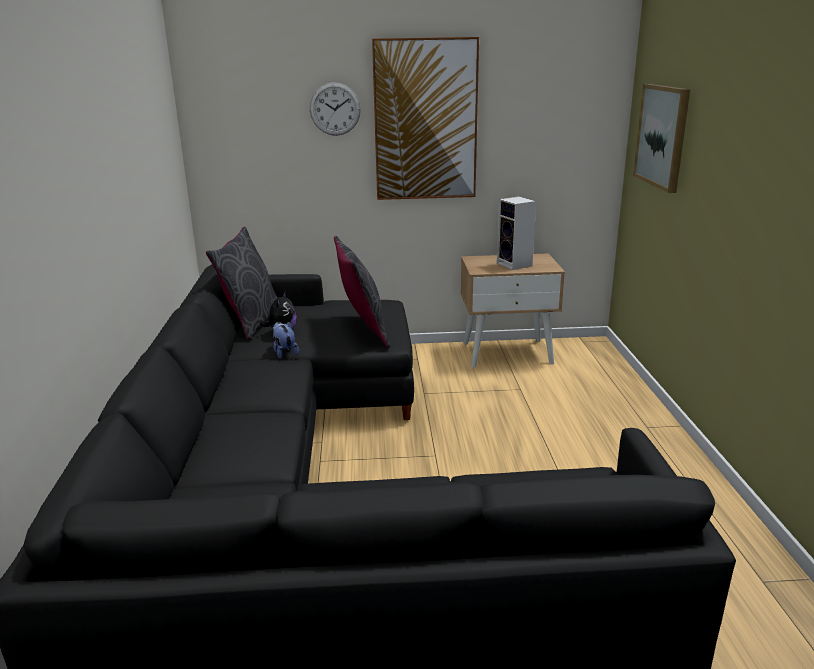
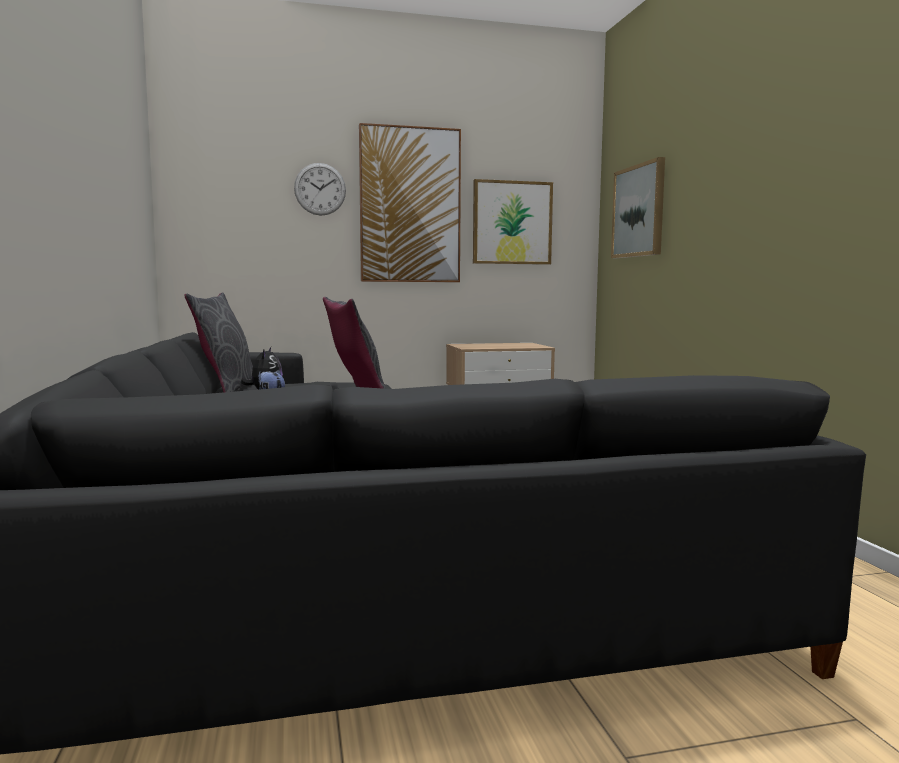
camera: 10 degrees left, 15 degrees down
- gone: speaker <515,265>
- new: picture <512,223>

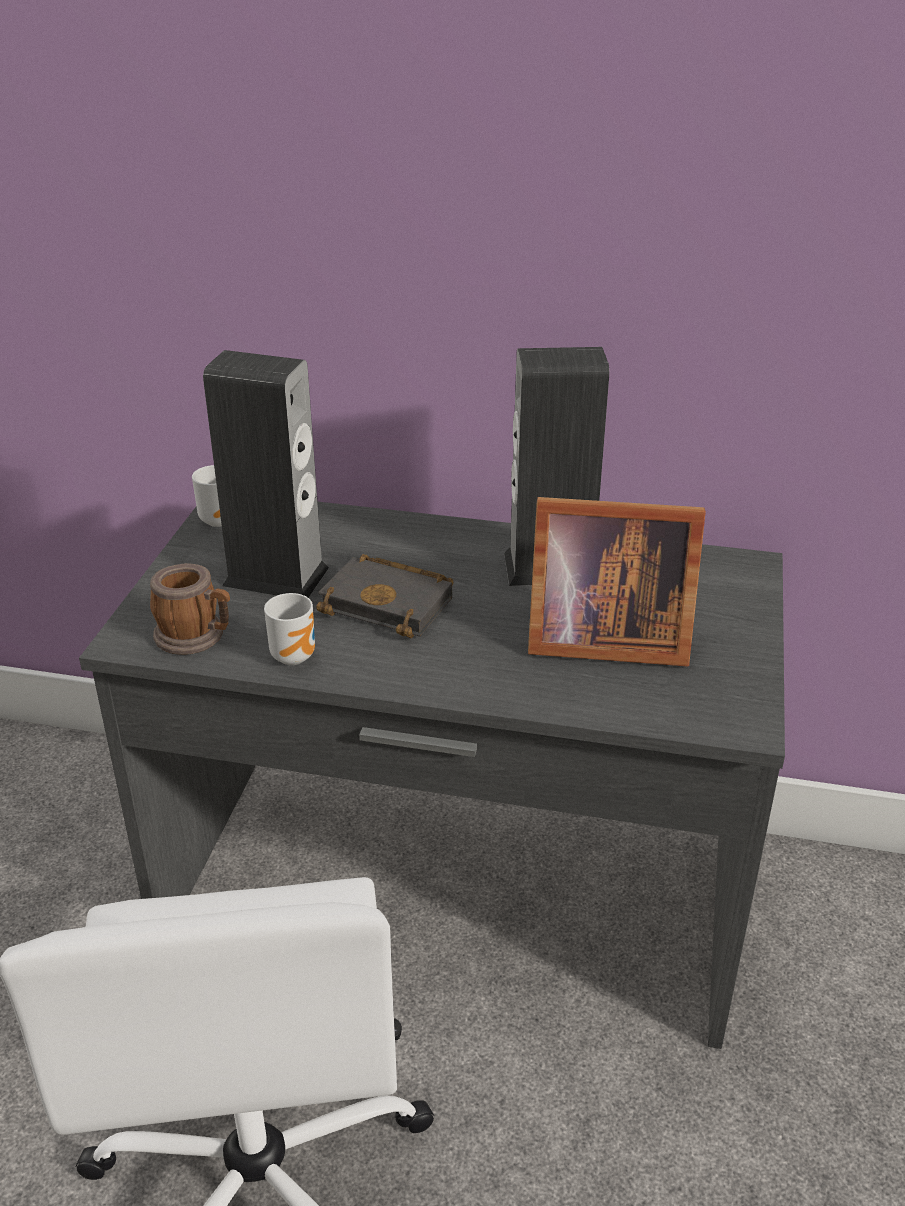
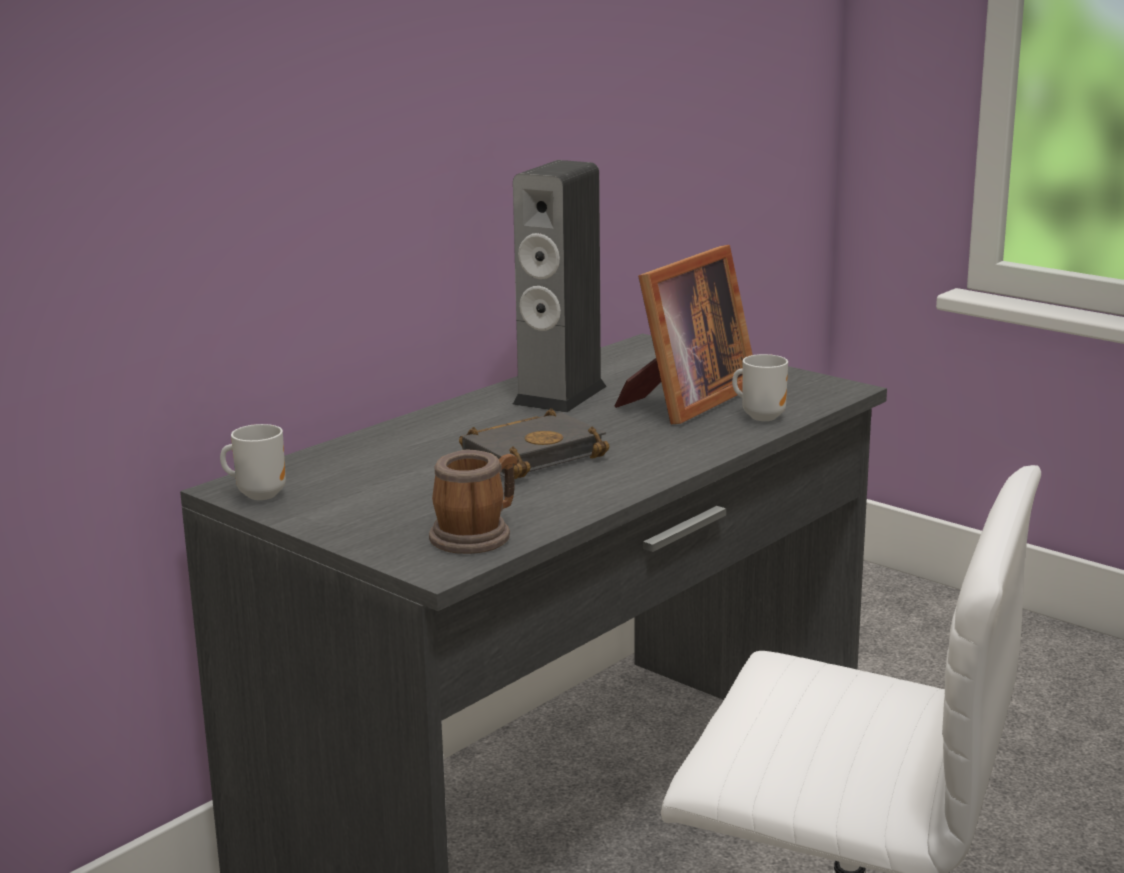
camera: 60 degrees left, 15 degrees down
- gone: speaker <276,576>
- shifted: mug <296,655> to <761,416>

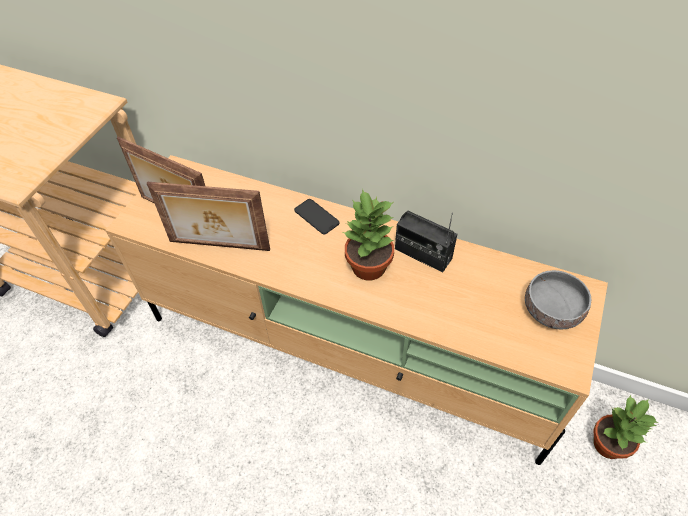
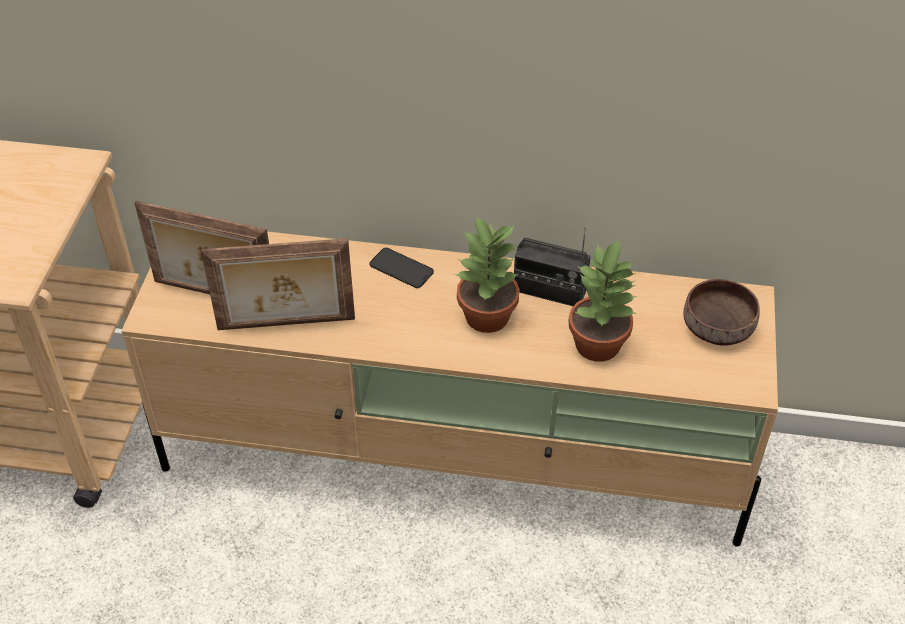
camera: 15 degrees left, 5 degrees down
- shifted: potted plant <609,444> to <599,344>
- repainted: grey bowl <551,308> to brown bowl <717,325>

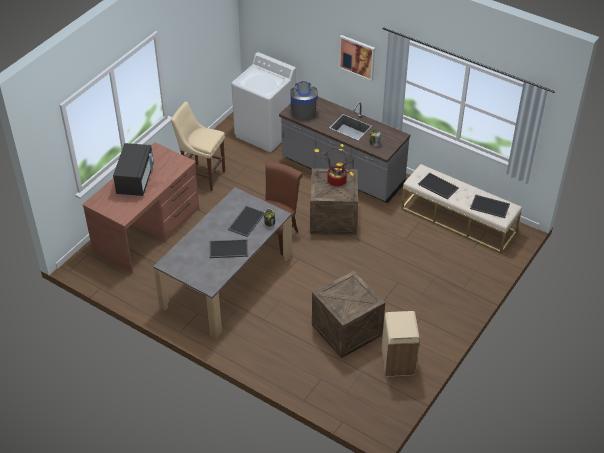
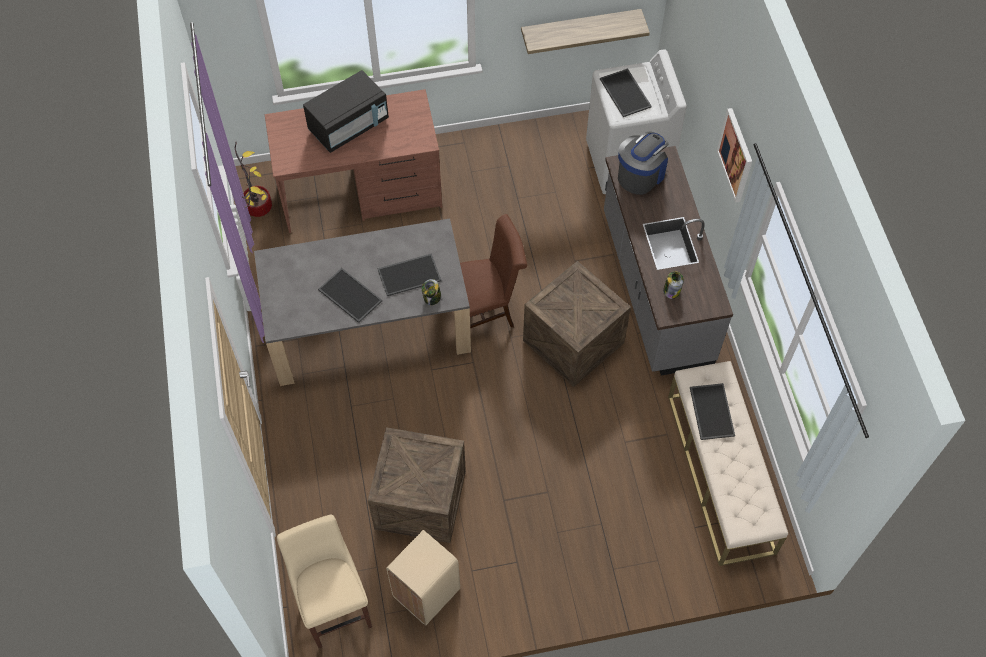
camera: 45 degrees right, 15 degrees up
- new: shelf <580,27>
- shifted: beige stool <202,176> to <335,606>
- shifted: potted plant <335,181> to <256,205>
- shifted: tray <490,206> to <626,93>

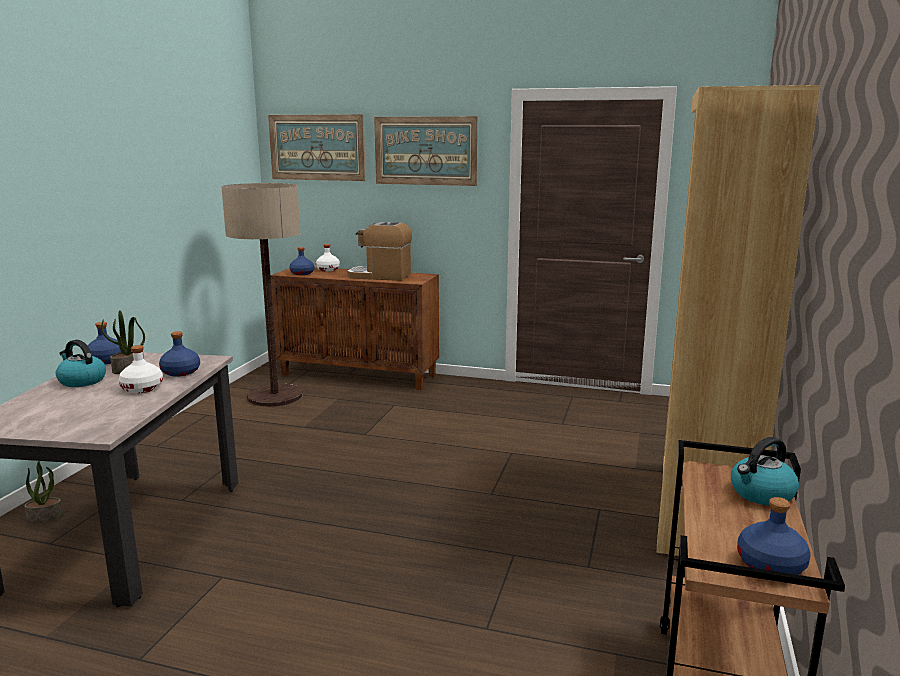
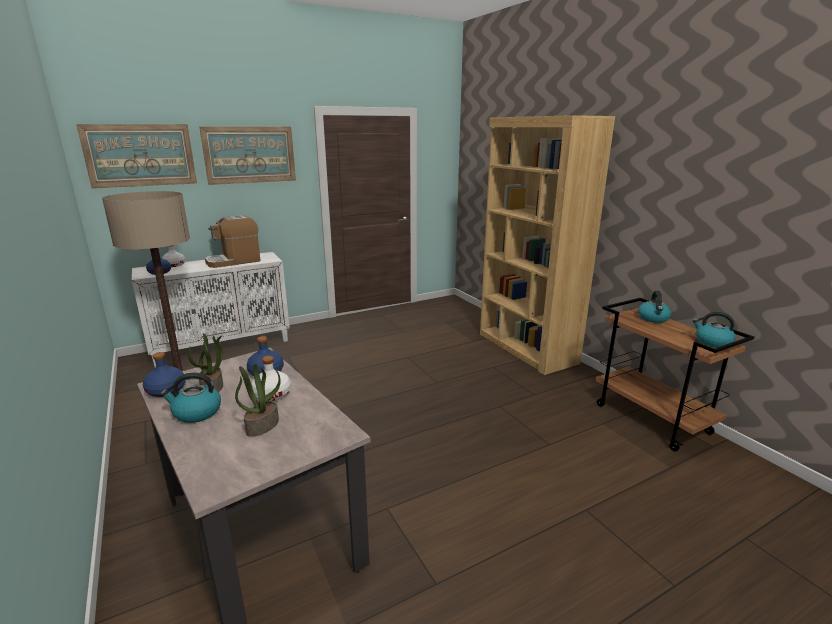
camera: 45 degrees left, 5 degrees up
- shifted: potted plant <45,516> to <262,425>
- swapped: blue bottle <770,565> to kettle <712,342>
- repainted: brown cabinet <359,375> to white cabinet <223,346>

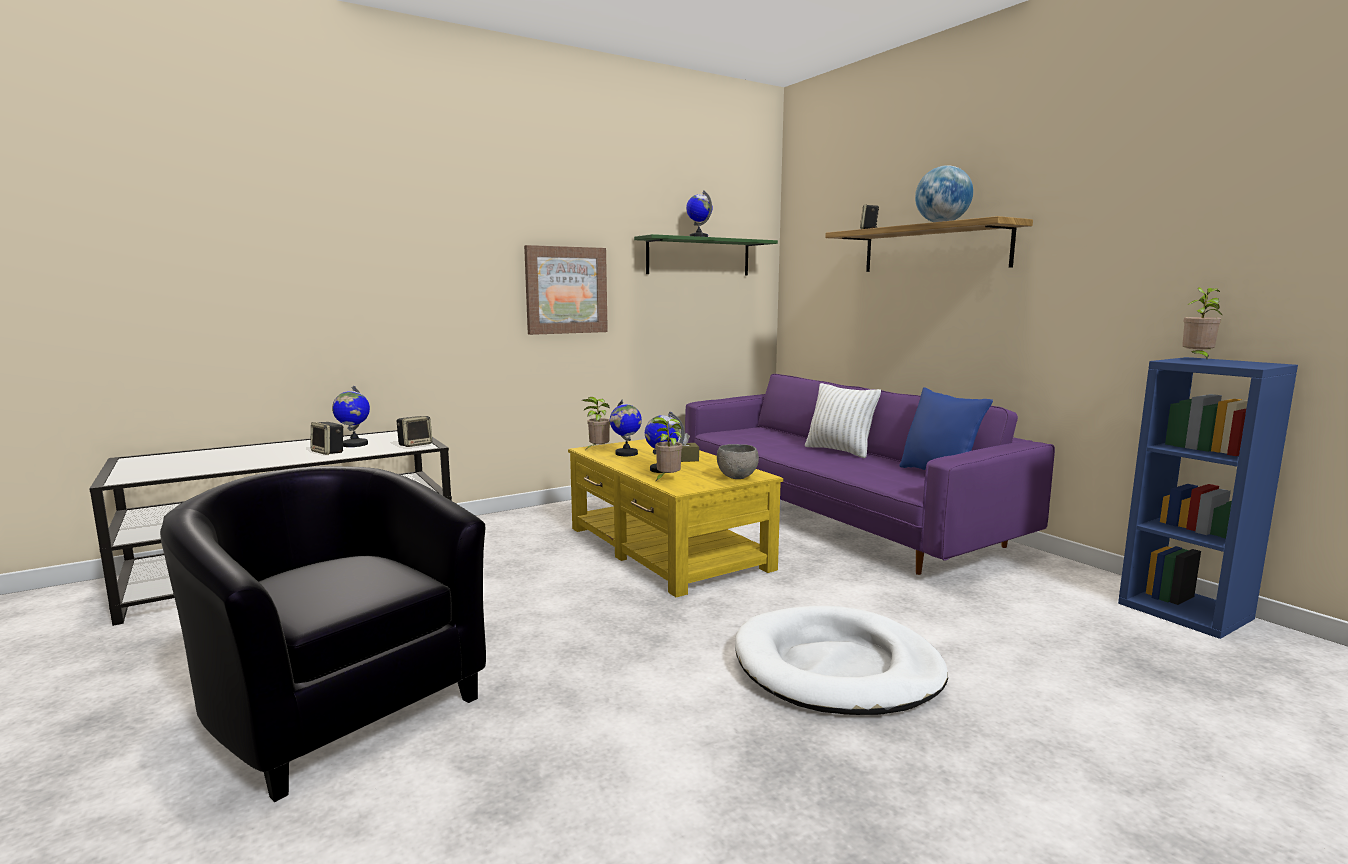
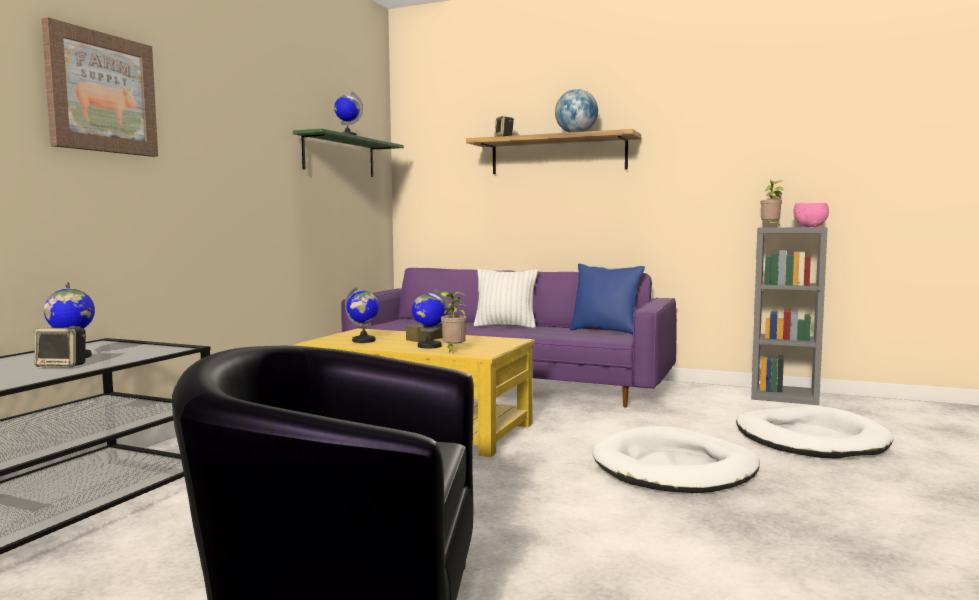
camera: 35 degrees left, 5 degrees down
- gone: speaker <415,445>
- gone: potted plant <597,450>
- gone: grey bowl <737,477>
- new: white dog bed <810,439>
- new: pink bowl <810,227>
- shifted: picture <566,290> to <101,93>
- repainted: blue bookcase <1186,611> to grey bookcase <785,396>

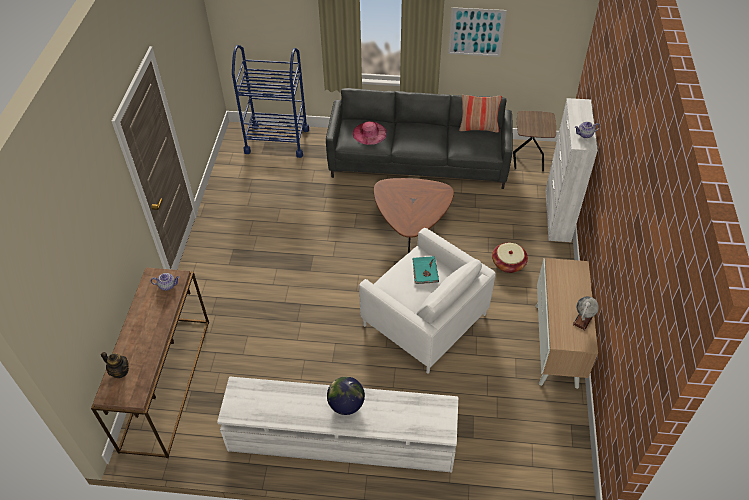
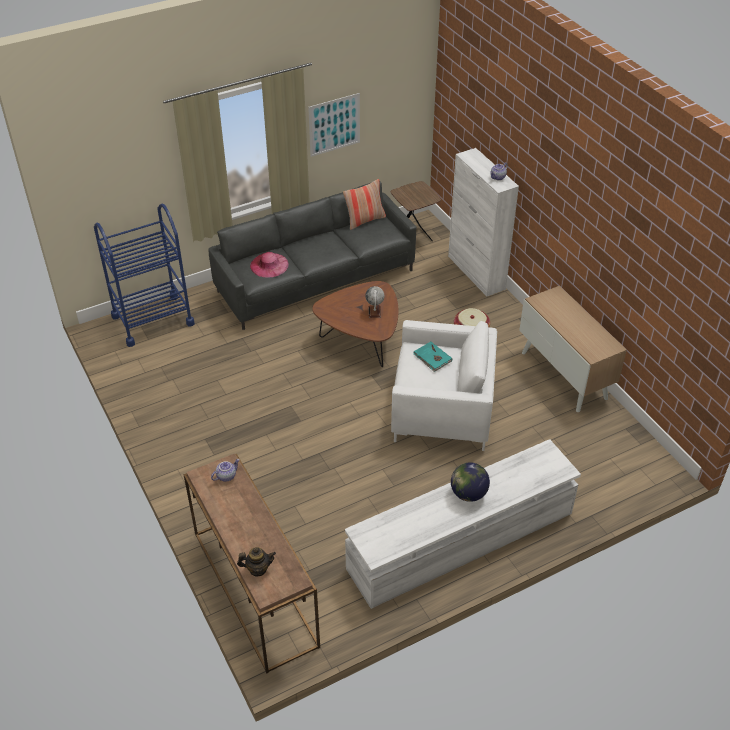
camera: 35 degrees left, 5 degrees down
- shifted: globe <582,321> to <374,312>

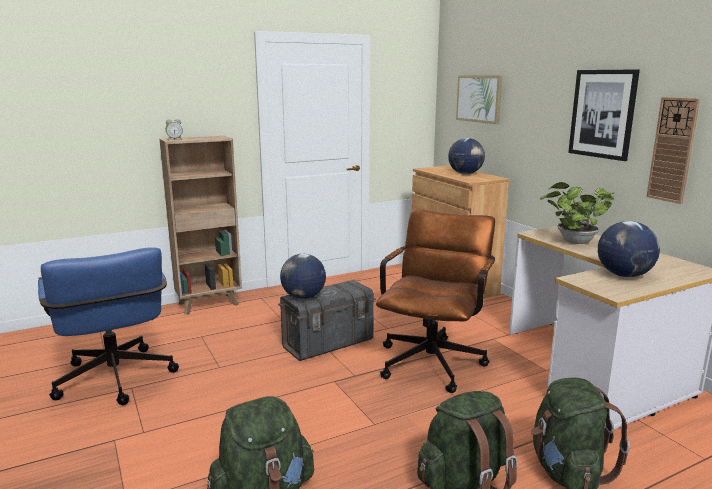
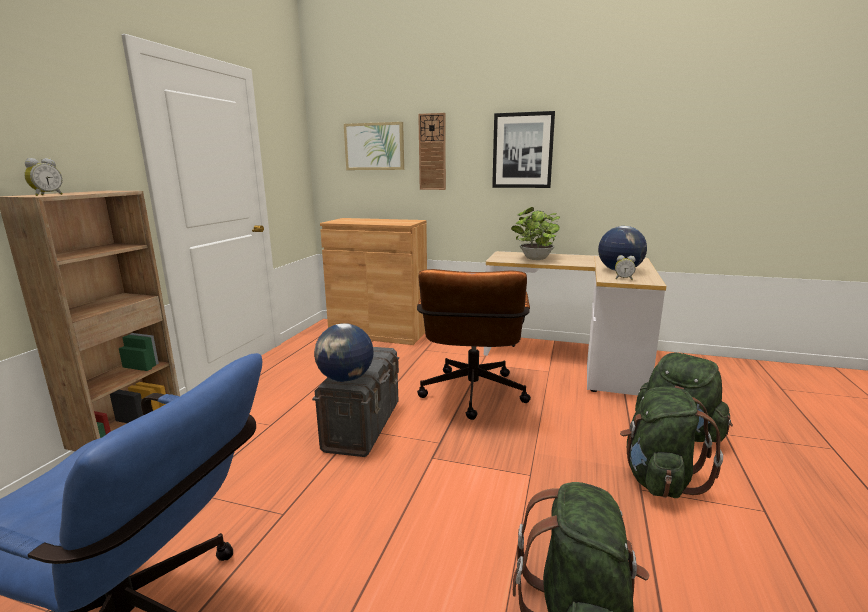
camera: 45 degrees left, 0 degrees up
- gone: globe <465,174>
- new: alarm clock <623,279>
- shifted: wall clock <672,150> to <432,152>
- rotated: brown office chair <433,359> = <472,397> 150 degrees counterclockwise

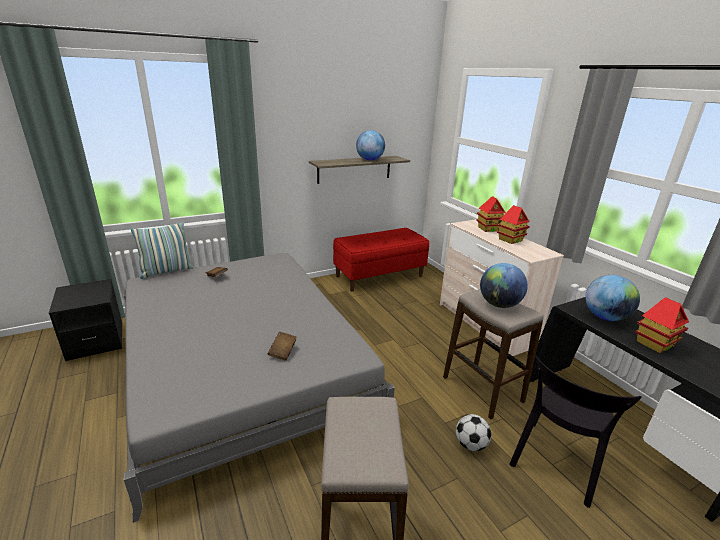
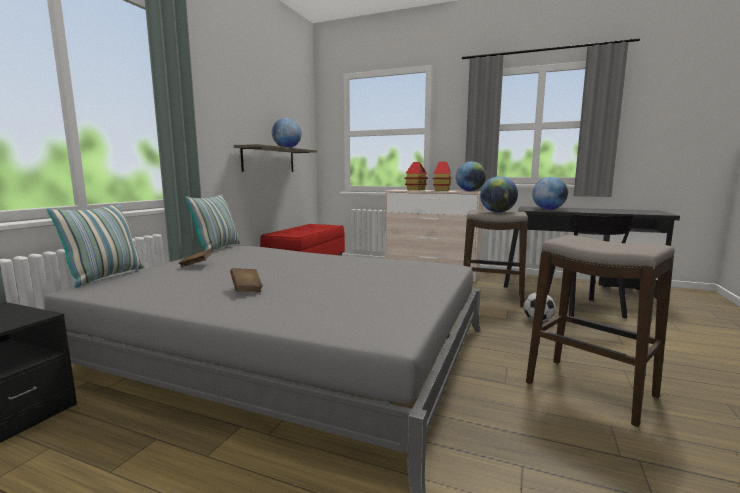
camera: 40 degrees left, 15 degrees down
- gone: toy house <654,343>
- new: pillow <217,248>
- new: globe <470,191>
- shifted: brown book <283,352> to <246,289>

